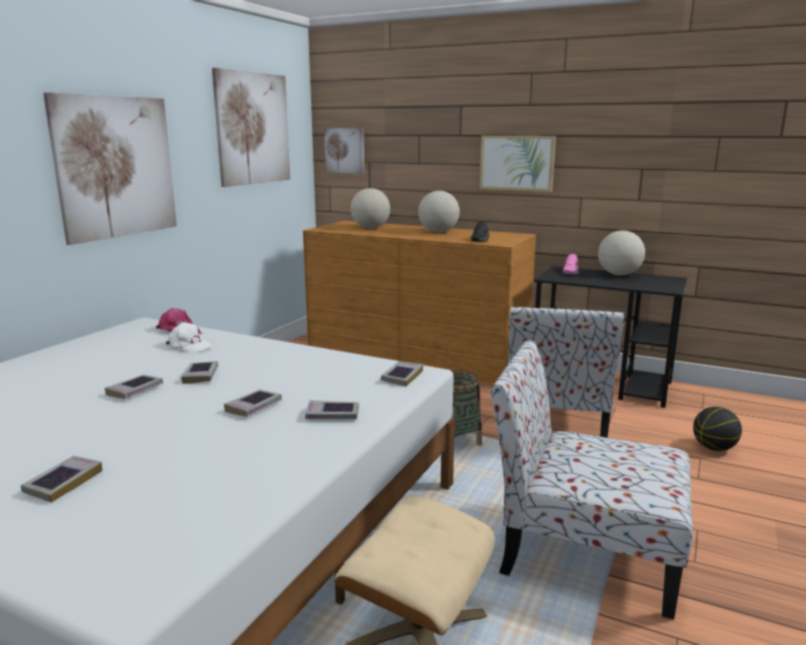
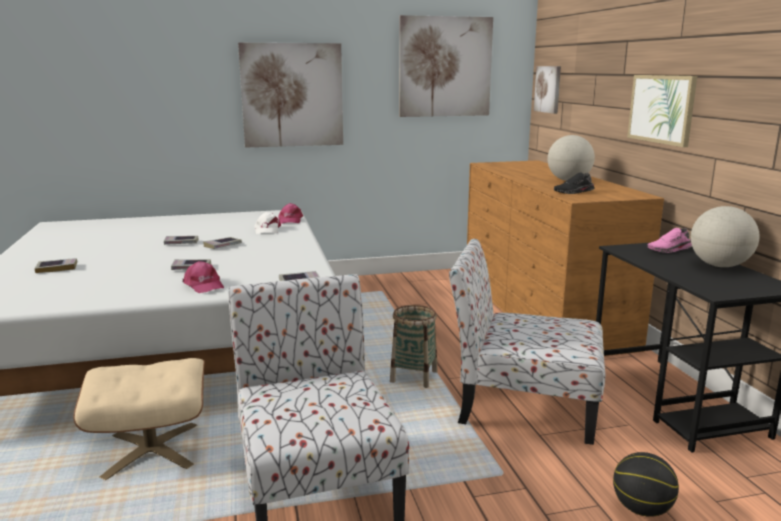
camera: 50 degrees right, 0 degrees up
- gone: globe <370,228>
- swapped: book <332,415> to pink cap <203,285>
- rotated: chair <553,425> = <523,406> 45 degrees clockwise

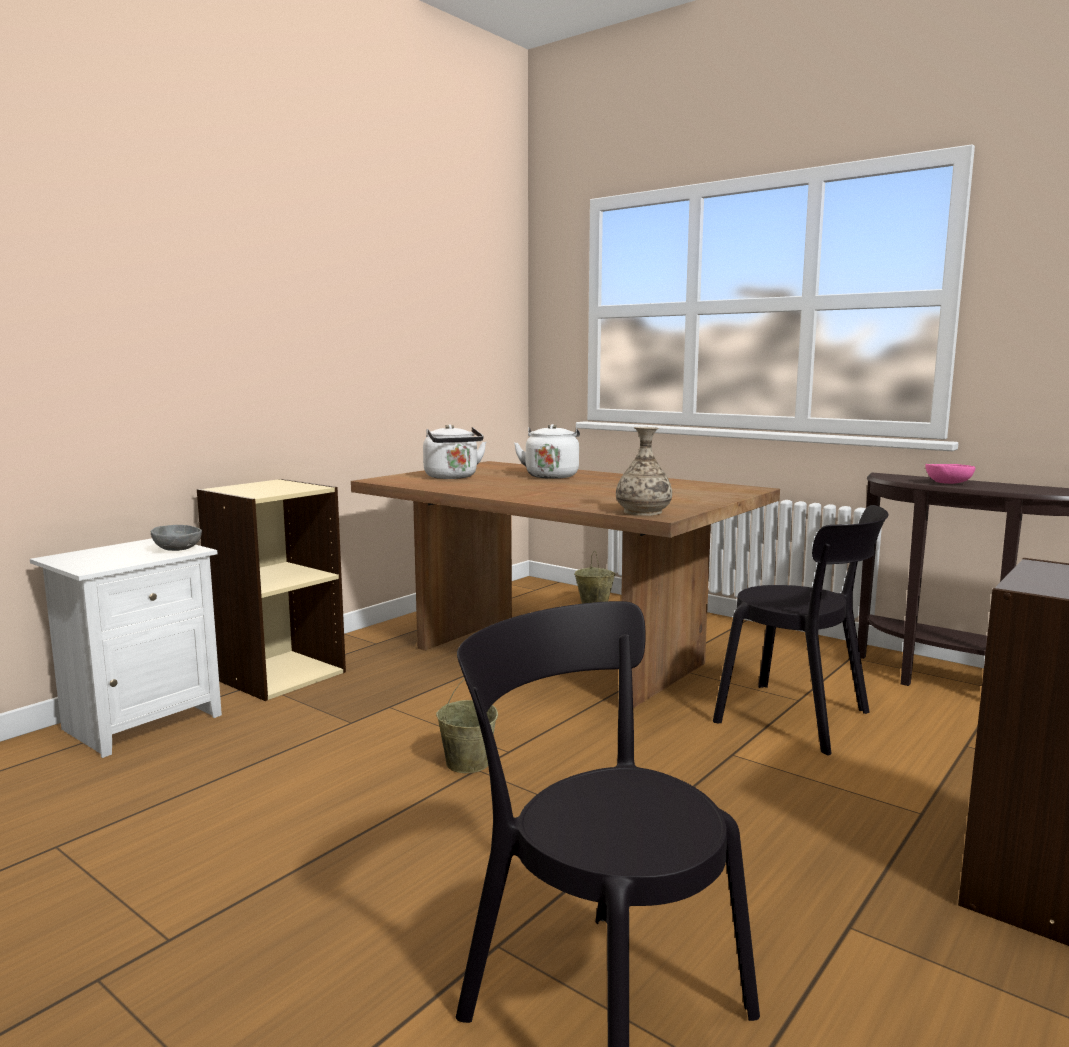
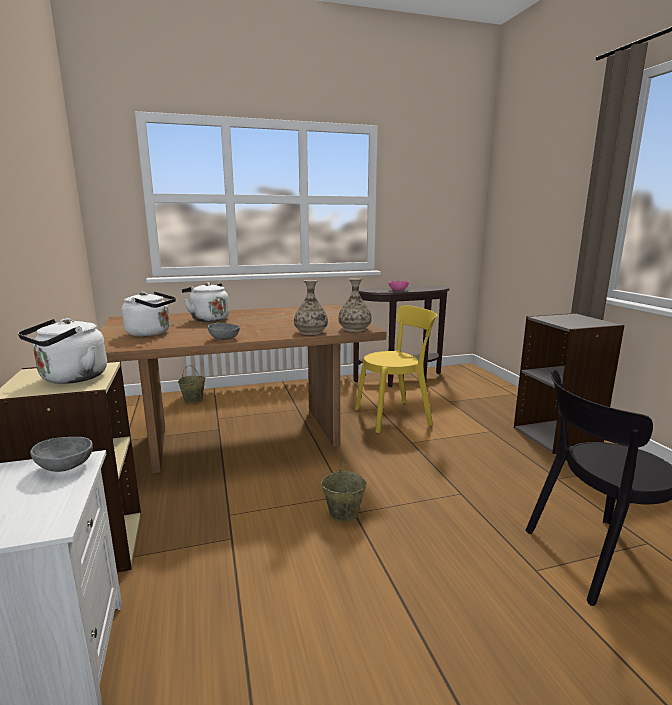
camera: 55 degrees left, 5 degrees up
- new: white kettle <70,378>
- new: grey bowl <225,339>
- new: vase <311,332>
- repainted: black chair <799,719> to yellow chair <396,416>

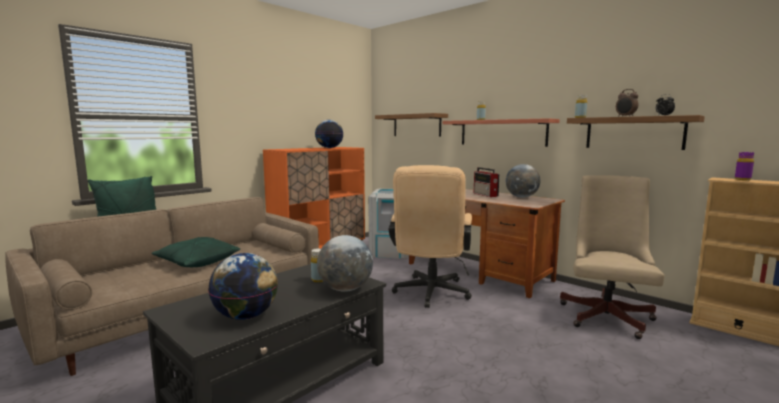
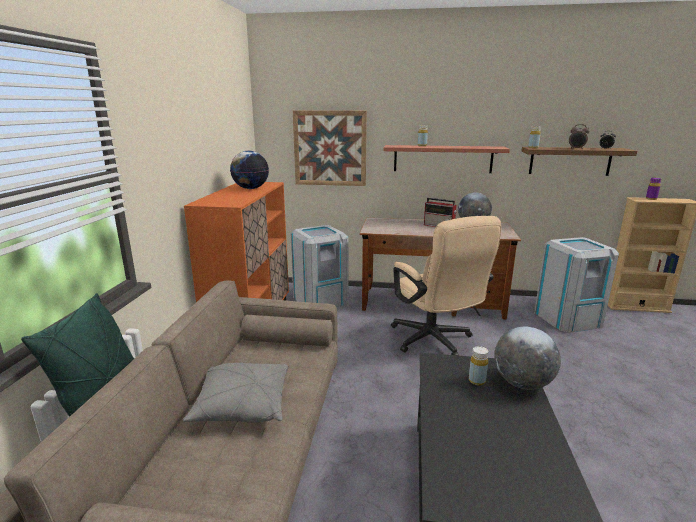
camera: 35 degrees left, 10 degrees up
- gone: globe <246,316>
- swapped: shelf <416,125> to picture <330,148>
- swapped: beige office chair <607,315> to grey trash can <567,318>
- repainted: green pillow <197,262> to grey pillow <242,405>

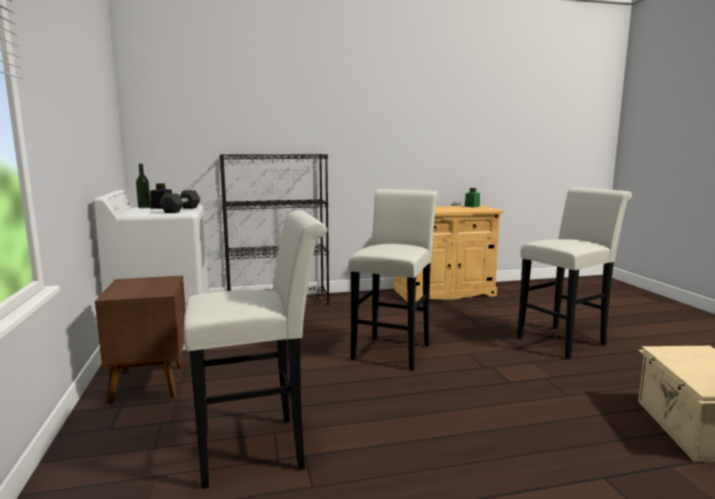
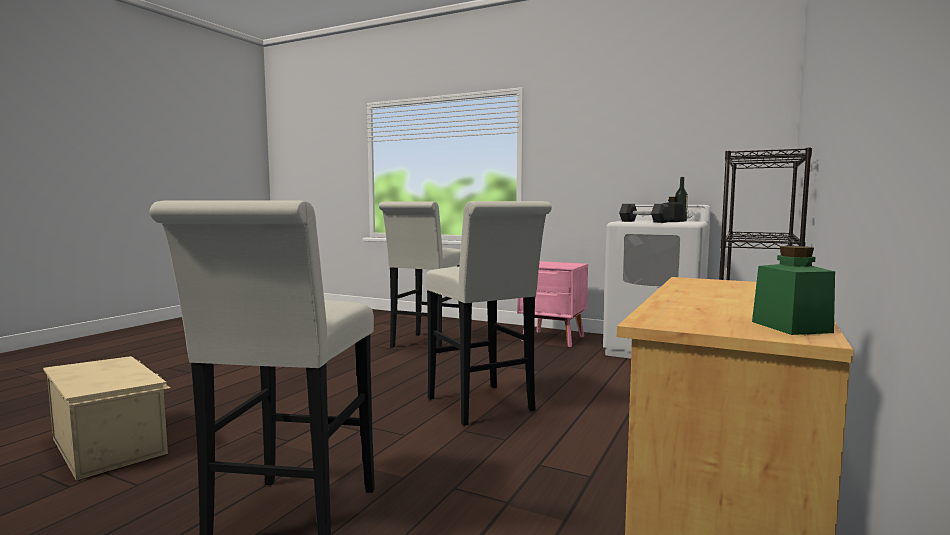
camera: 130 degrees right, 5 degrees down
- repainted: brown nightstand <150,383> to pink nightstand <553,339>

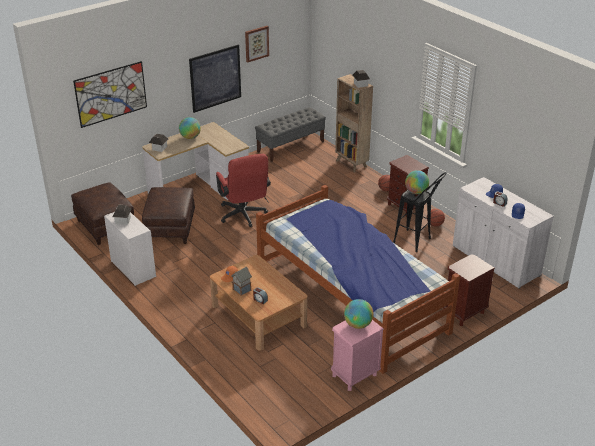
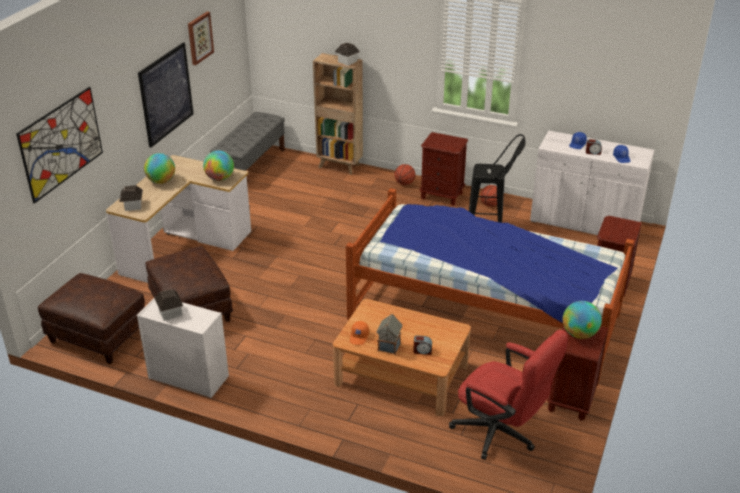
camera: 30 degrees left, 0 degrees up
- shifted: red office chair <244,216> to <501,434>
- shifted: globe <416,192> to <220,178>
- repainted: pink nightstand <354,375> to brown nightstand <571,400>

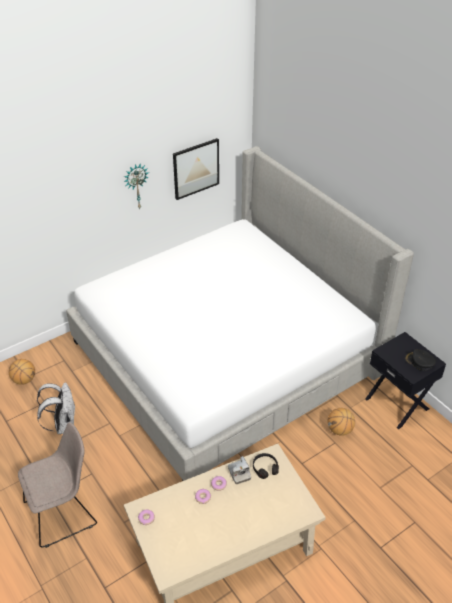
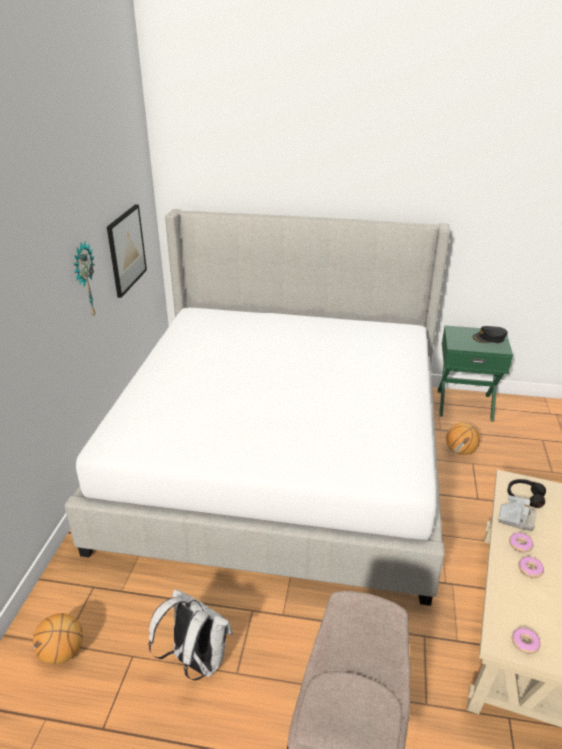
camera: 45 degrees left, 10 degrees down
- repainted: black nightstand <397,403> to green nightstand <464,404>

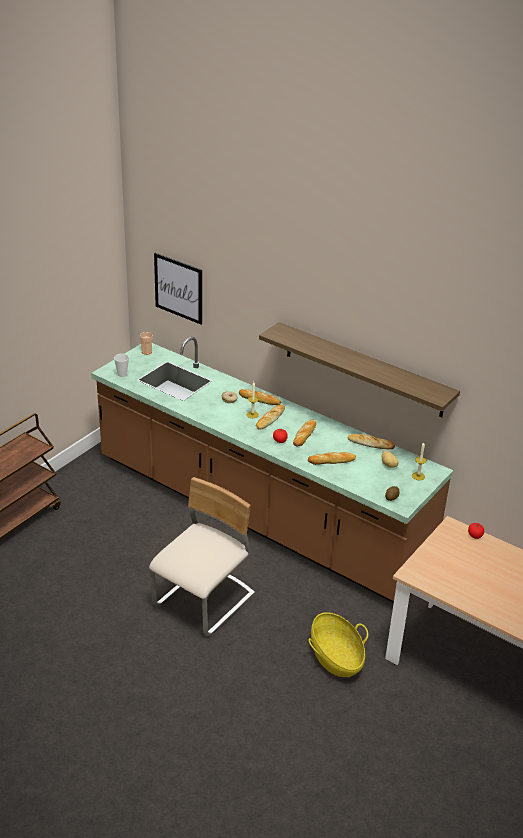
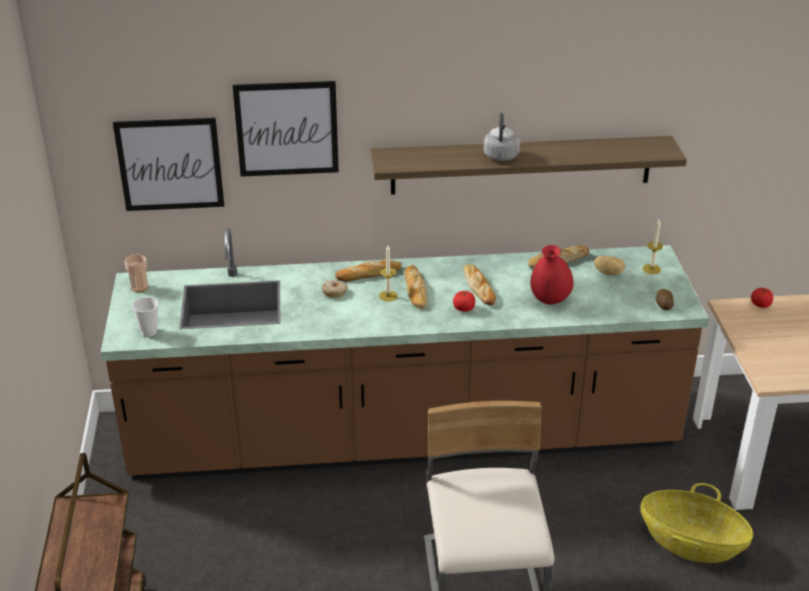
camera: 40 degrees left, 0 degrees up
- new: picture <287,128>
- new: grey kettle <501,157>
- swapped: bread <332,461> to red vase <549,300>

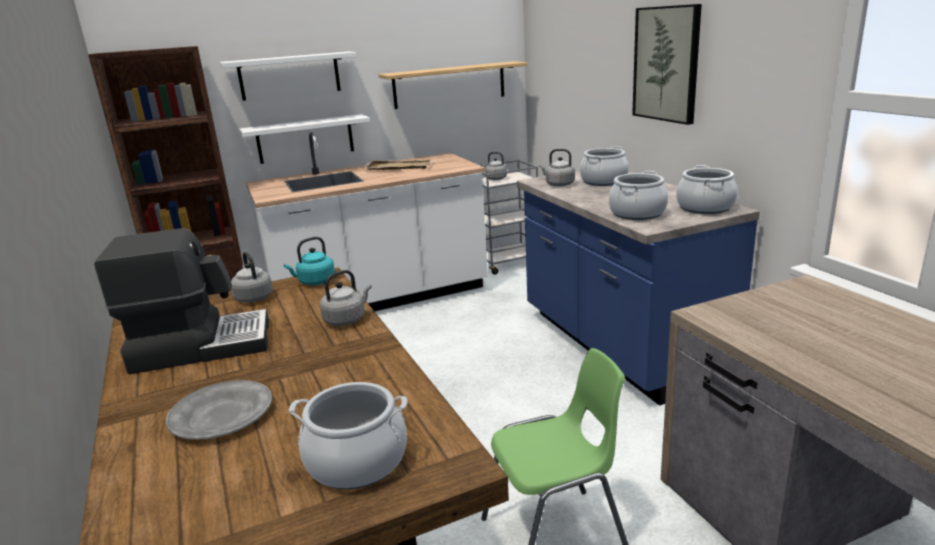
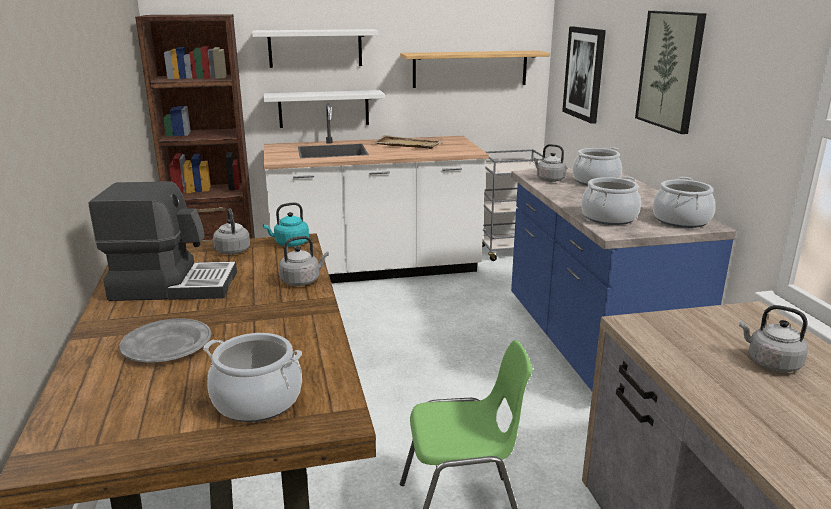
camera: 10 degrees right, 0 degrees up
- new: picture <584,73>
- shifted: grey kettle <495,179> to <770,363>

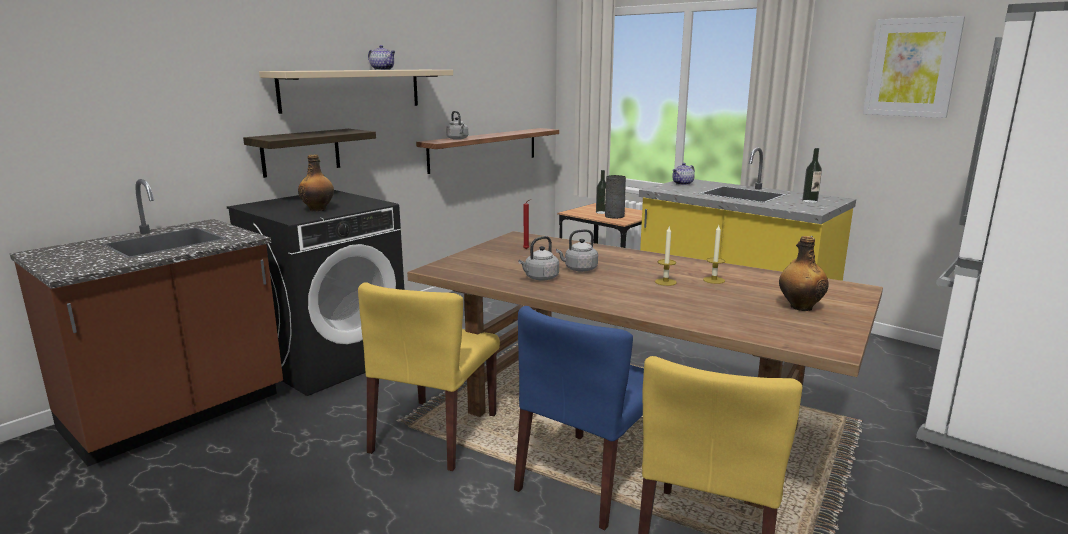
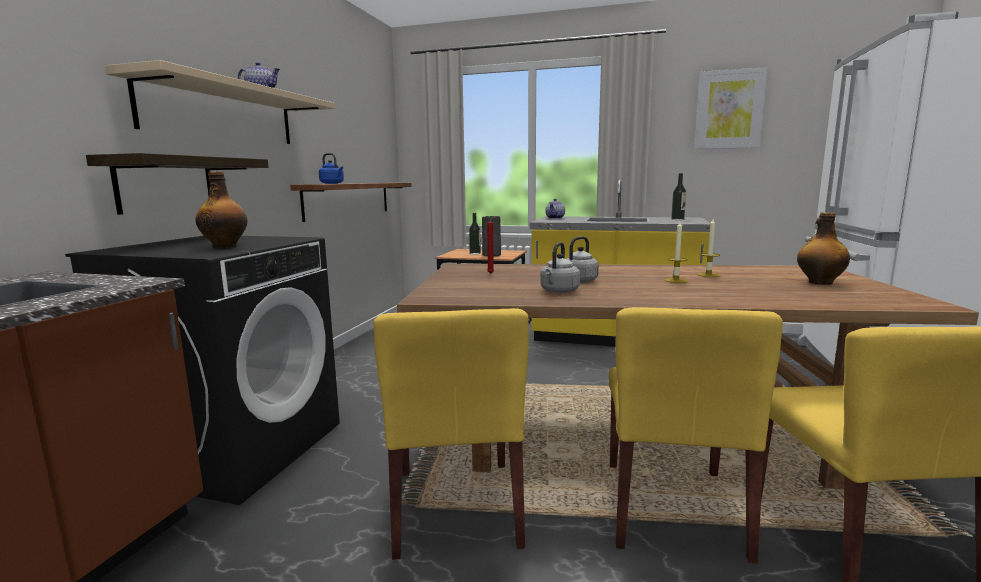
camera: 25 degrees left, 5 degrees down
- repainted: grey kettle <458,139> to blue kettle <333,183>
- repainted: blue chair <589,478> to yellow chair <672,508>

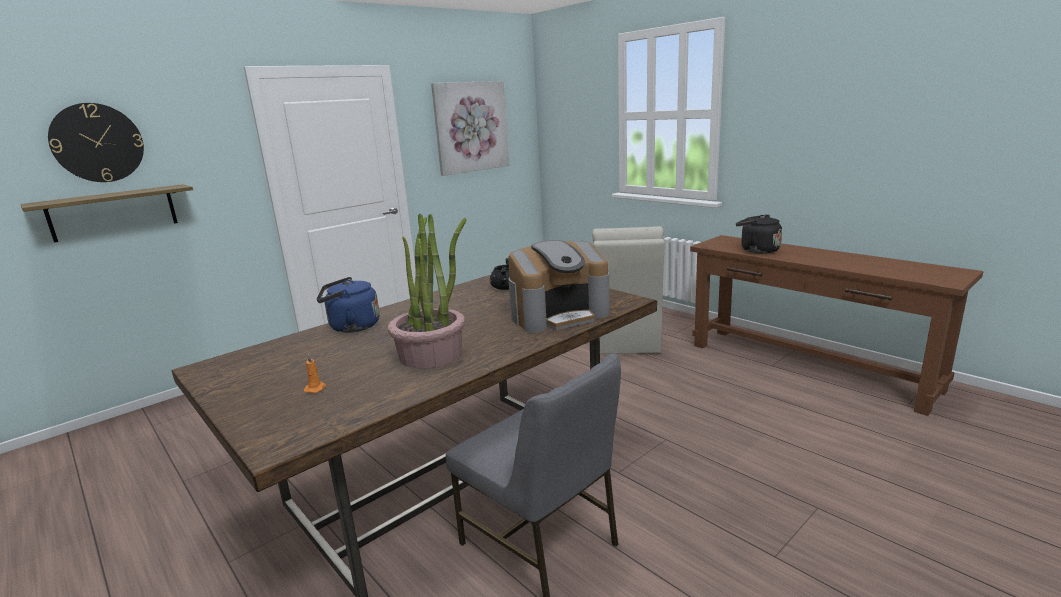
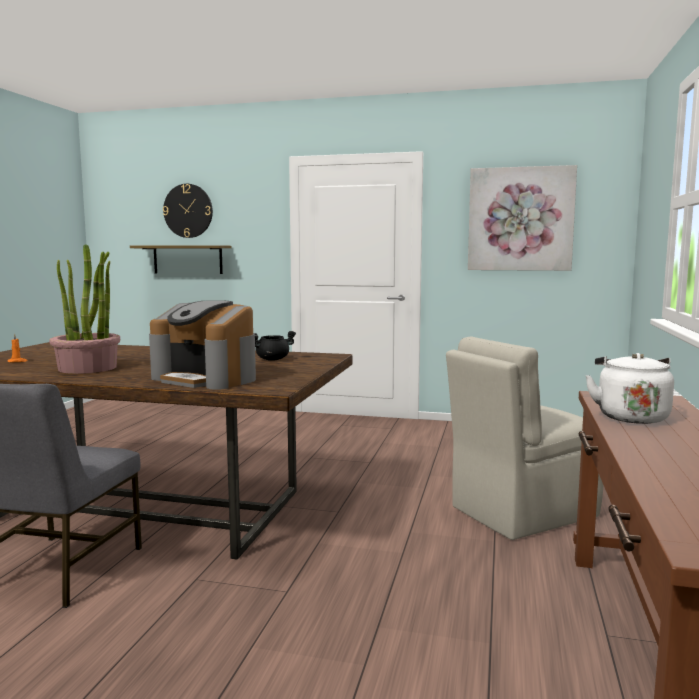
camera: 55 degrees right, 10 degrees down
- gone: blue kettle <351,327>
- repainted: black kettle <757,250> to white kettle <630,416>

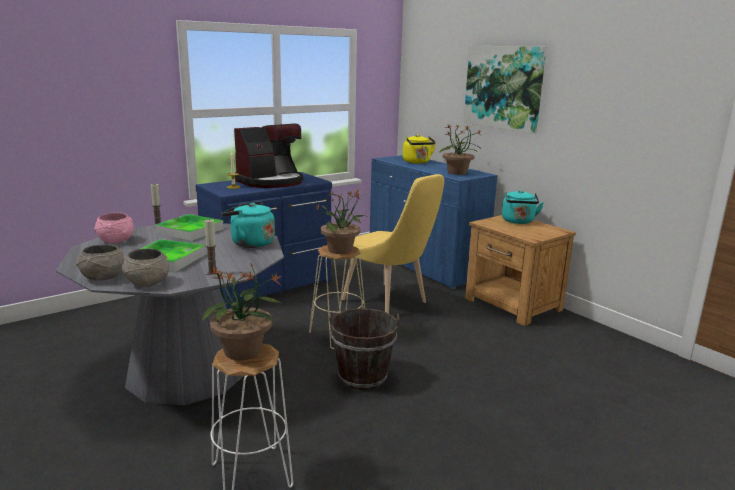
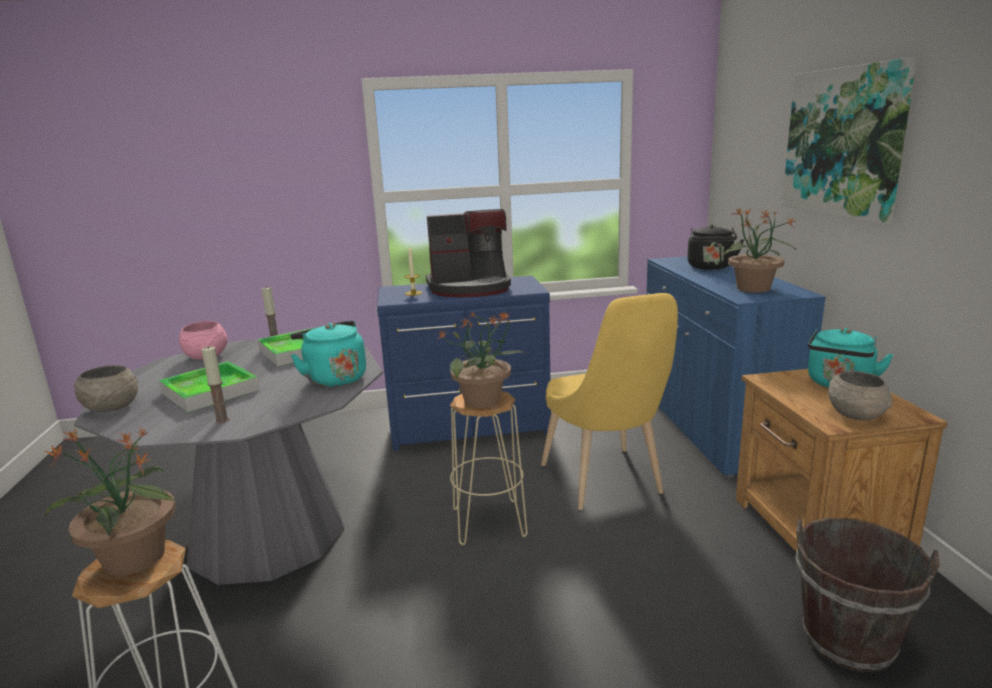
camera: 30 degrees right, 0 degrees up
- shifted: grey bowl <148,282> to <855,414>
- shifted: brown bucket <362,377> to <847,641>
- repainted: yellow kettle <417,162> to black kettle <710,267>

